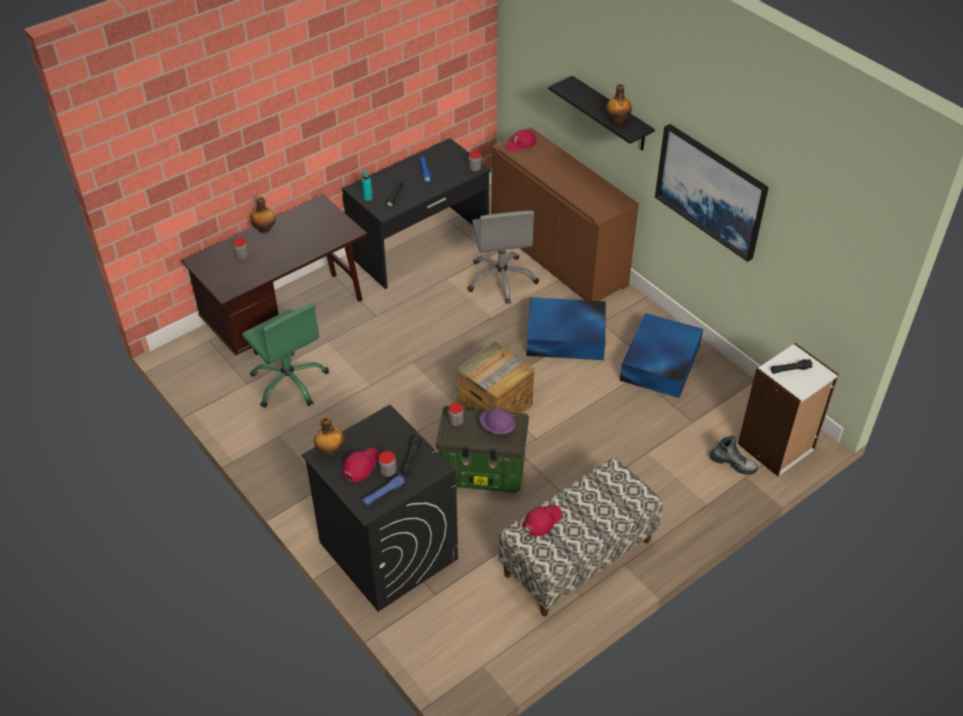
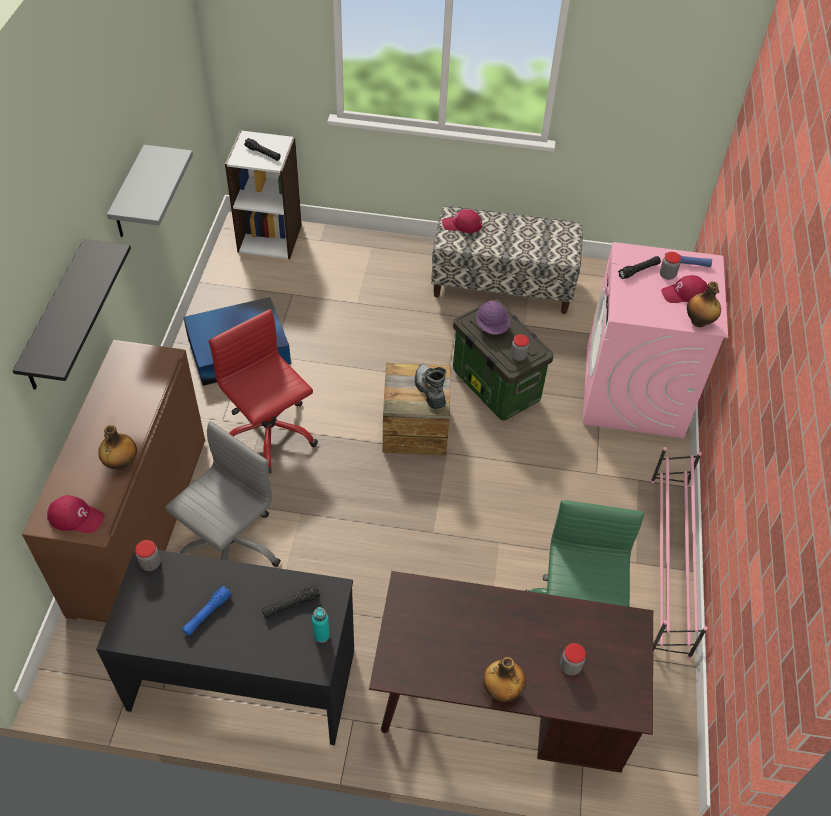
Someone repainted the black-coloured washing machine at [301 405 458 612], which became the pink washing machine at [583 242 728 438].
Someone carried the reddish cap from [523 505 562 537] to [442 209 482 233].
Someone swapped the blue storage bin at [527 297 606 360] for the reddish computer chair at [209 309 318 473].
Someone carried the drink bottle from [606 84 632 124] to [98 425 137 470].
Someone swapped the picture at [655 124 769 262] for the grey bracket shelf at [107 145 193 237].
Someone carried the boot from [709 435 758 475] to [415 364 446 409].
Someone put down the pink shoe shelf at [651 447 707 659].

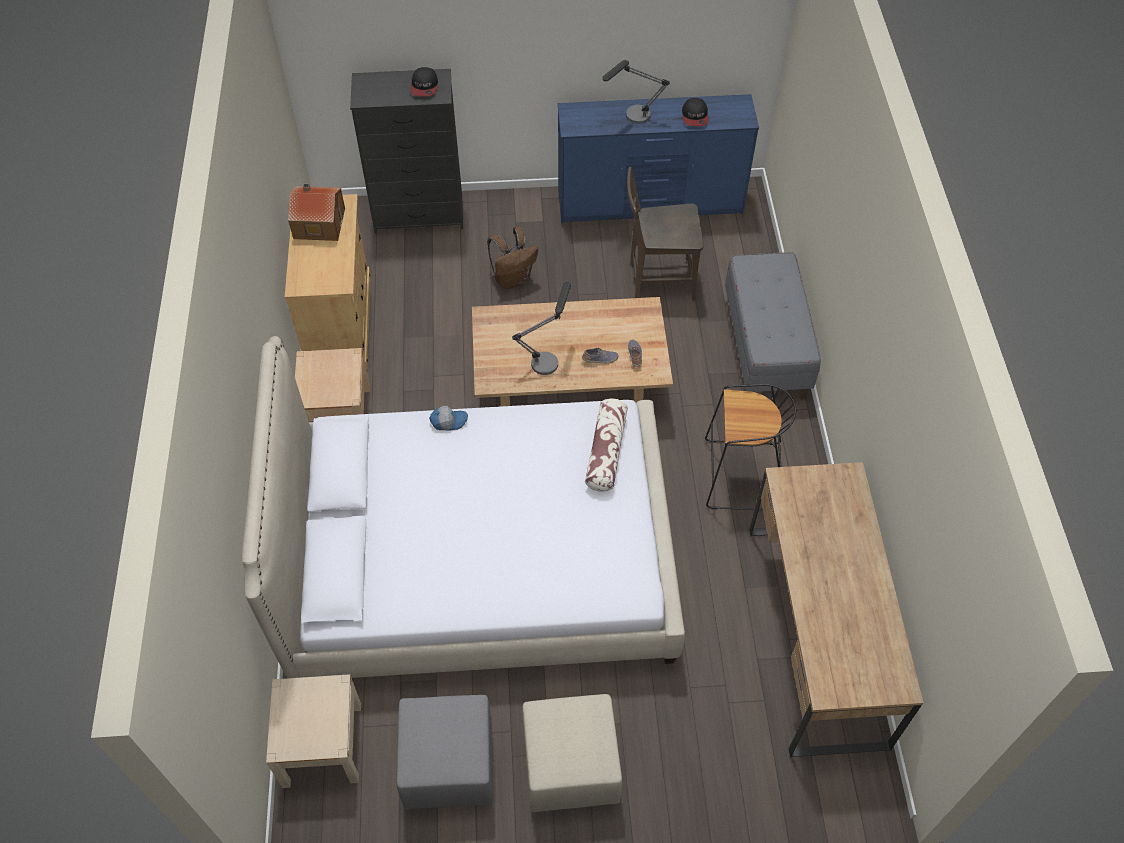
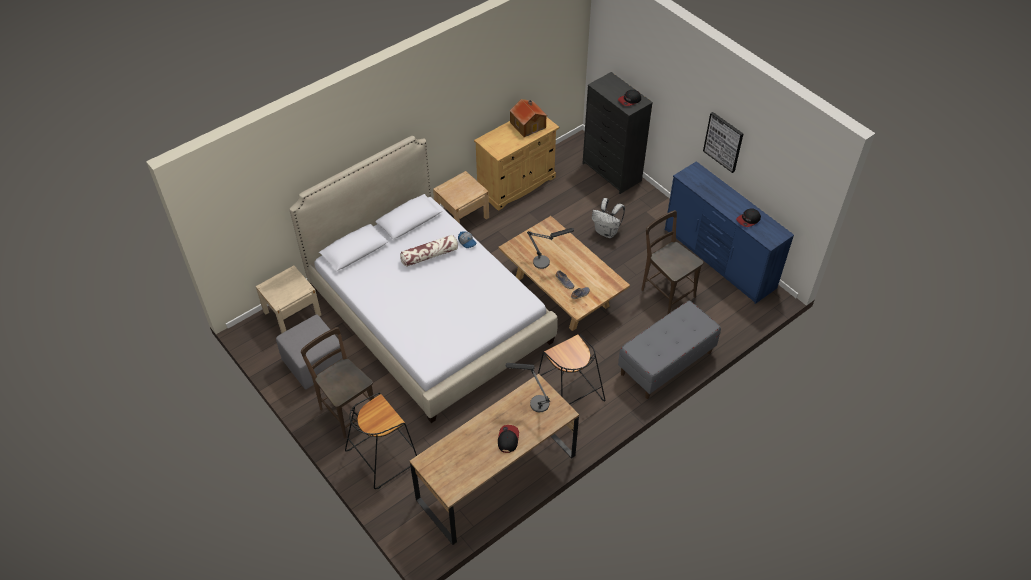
Someone repainted the brown-coloured backpack at [487 226 538 289], which became the white backpack at [592 198 625 238].
Someone swapped the sand-coloured footrest at [522 694 622 812] for the brown-coloured upright chair at [301 327 374 438].
Someone carried the cushion from [585 398 628 492] to [400 235 458 267].
Someone carried the table lamp from [602 60 670 124] to [505 363 550 412].
Someone put down the black-coloured sitting stool at [345 393 417 489].
Someone put down the cap at [498 425 519 453].
Someone put up the picture at [703 112 743 173].

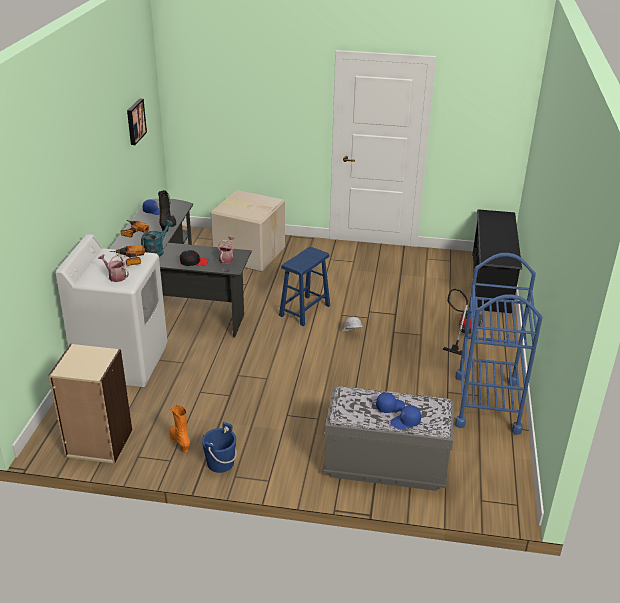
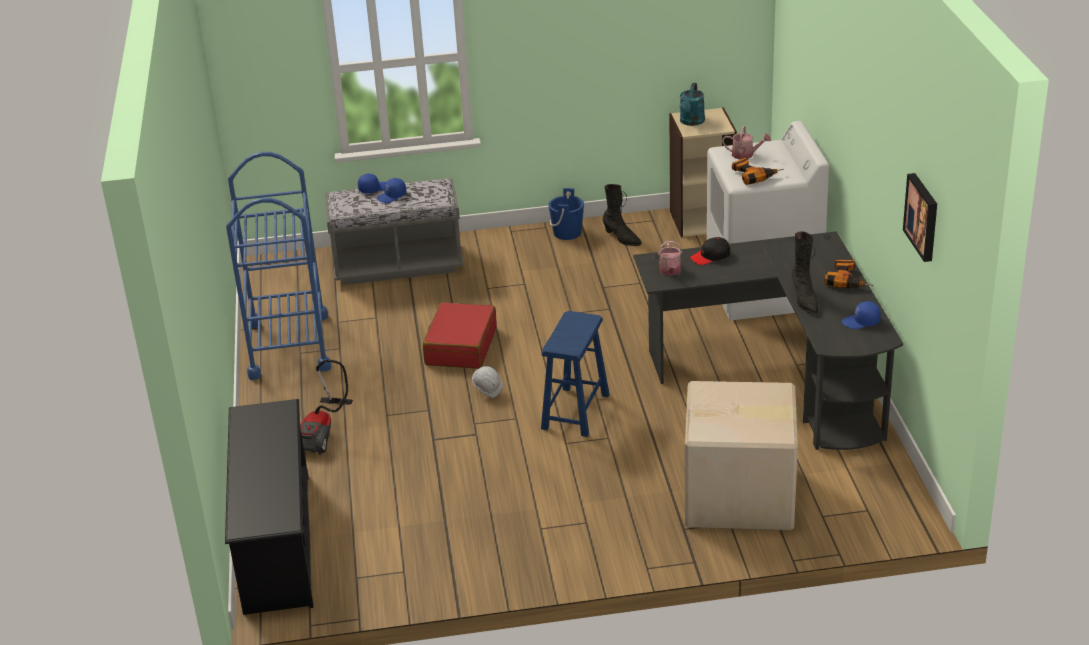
Someone carried the turquoise-coloured watering can from [141 220 173 257] to [680 83 705 126].
Someone repainted the orangey boot at [169 404 190 453], which became the black-coloured boot at [603 184 642 246].
Someone put down the reddish suitcase at [423 302 497 369].

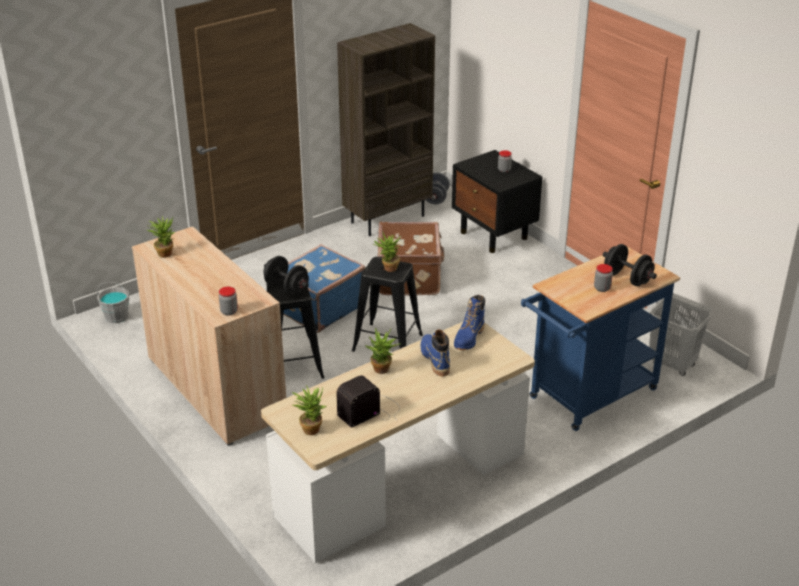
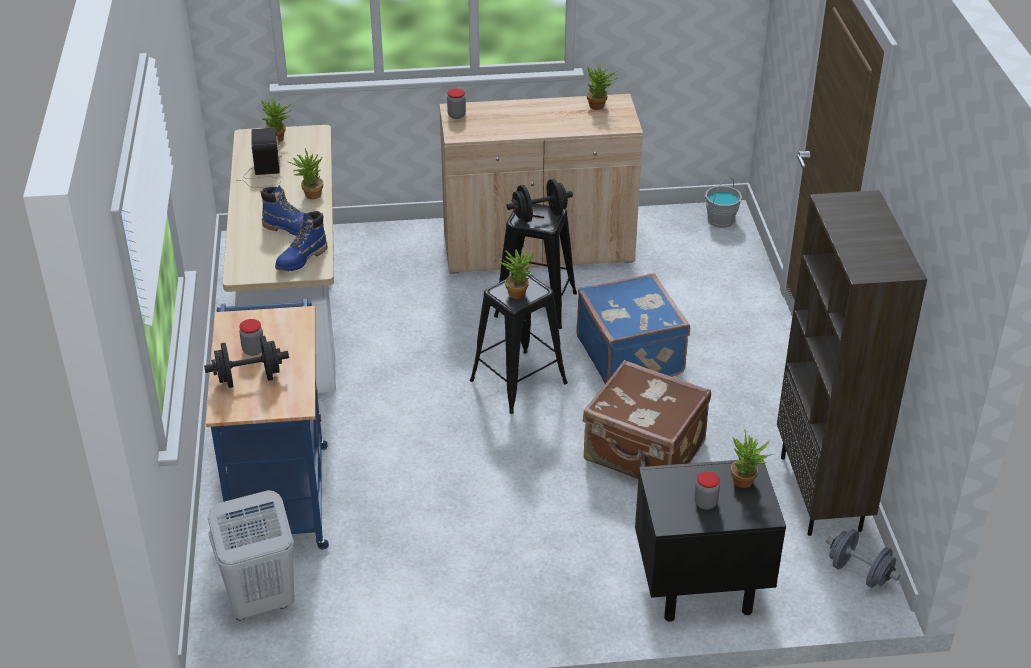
Someone rotated the blue boot at [454 295 485 350] by 105 degrees counterclockwise.
Someone put down the potted plant at [731 429 773 488].

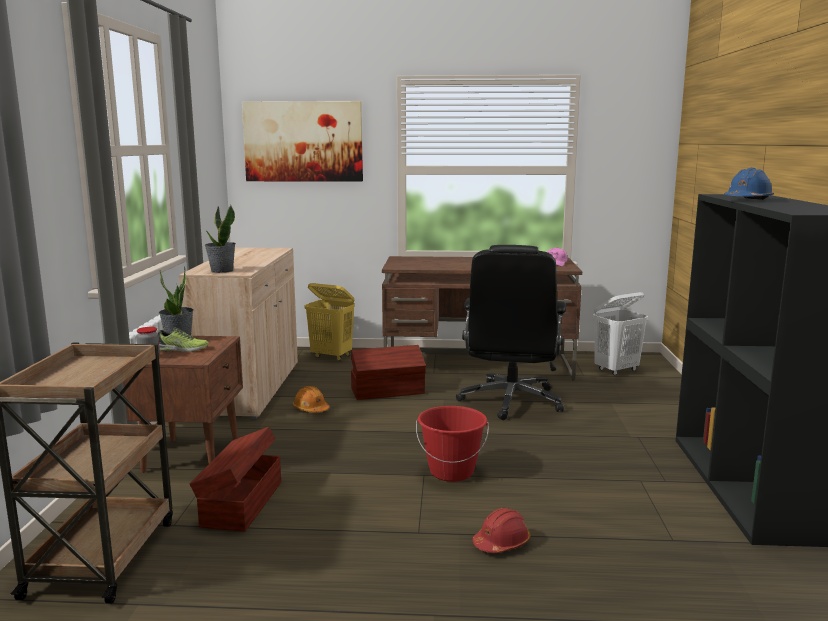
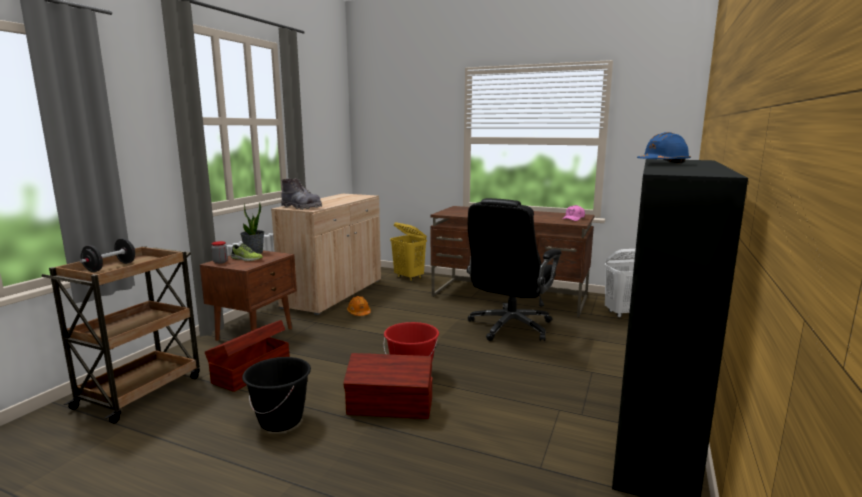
Someone swapped the potted plant at [205 205 236 273] for the grey boot at [281 178 322 210].
Someone took away the picture at [242 101 363 182].
Someone carried the brown-coloured storage bin from [351 345 426 400] to [343 353 433 419].
Someone took away the reddish safety helmet at [473 508 531 553].
Someone put down the black-coloured free weight at [80 238 135 272].
Someone put down the black-coloured pail at [242 357 311 432].

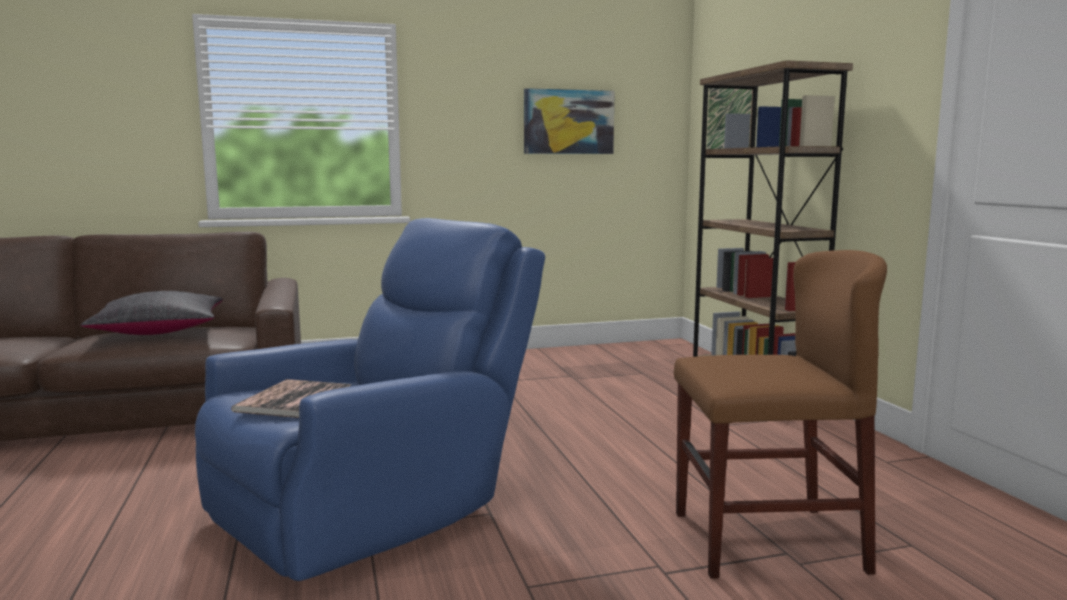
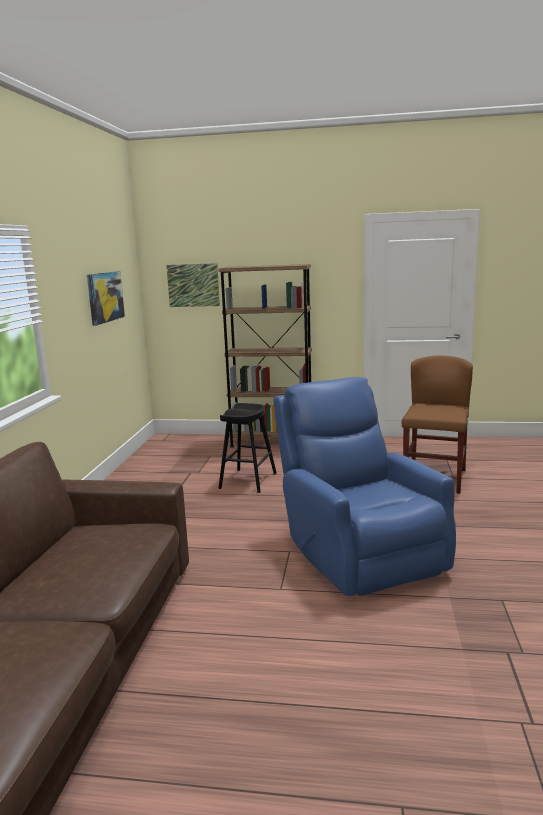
Someone took away the black-coloured cushion at [80 291 223 335].
Someone took away the book at [231 379 351 418].
Someone put down the black-coloured sitting stool at [219 403 277 493].

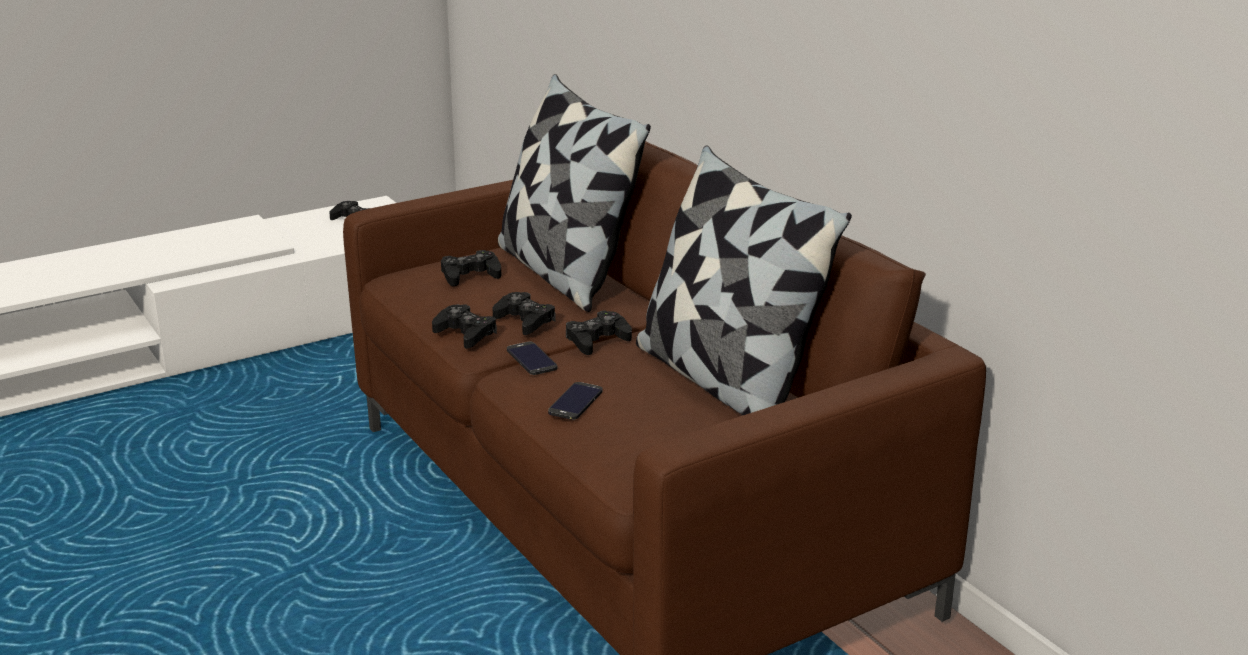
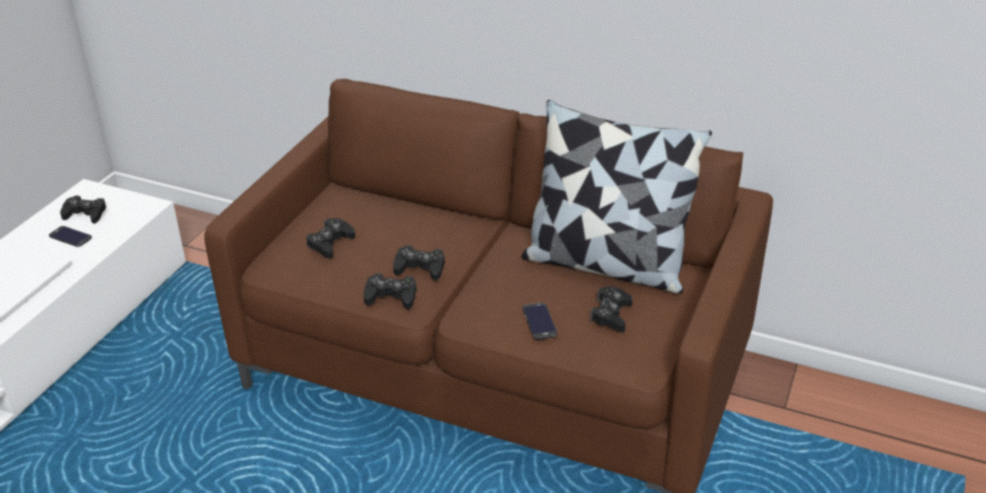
Someone took away the cushion at [498 74 651 312].
Someone carried the telephone from [507 342 557 375] to [49 226 92 247].
Someone carried the black-coloured game controller from [566 310 632 355] to [590 286 633 332].

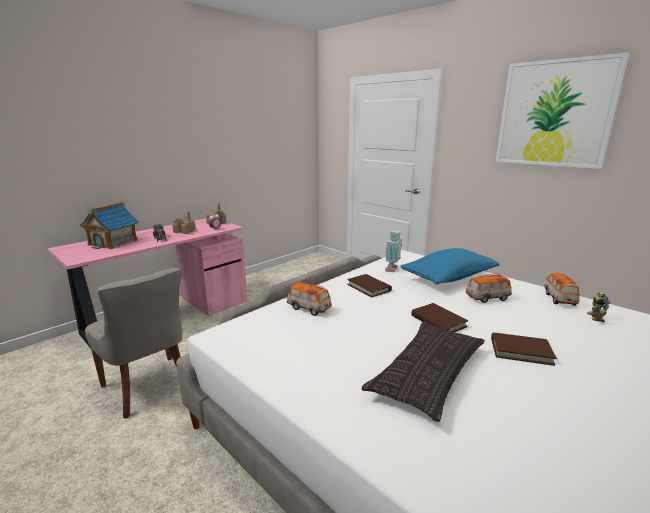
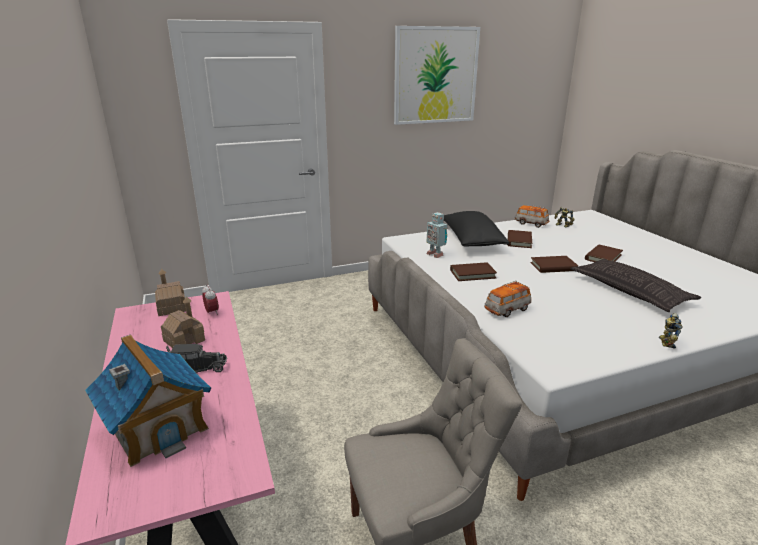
Someone repainted the blue cushion at [401 248 499 285], which became the black-coloured cushion at [444 211 509 247].
Someone swapped the model car at [466 273 512 303] for the brown-coloured book at [508 230 532 248].
Someone put down the toy robot at [659 313 683 349].

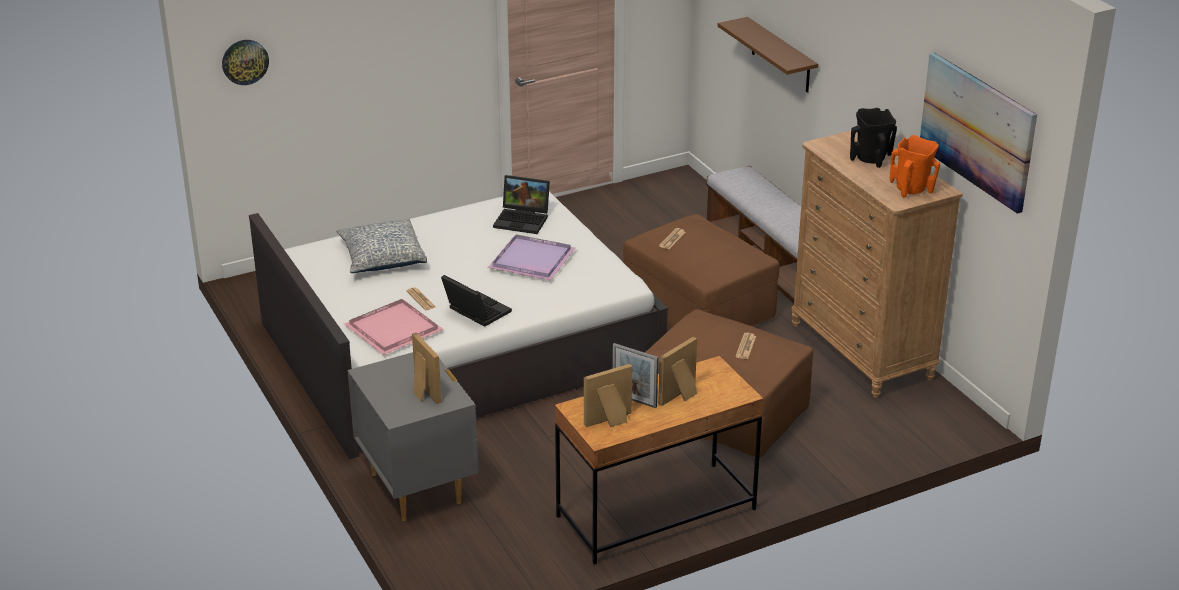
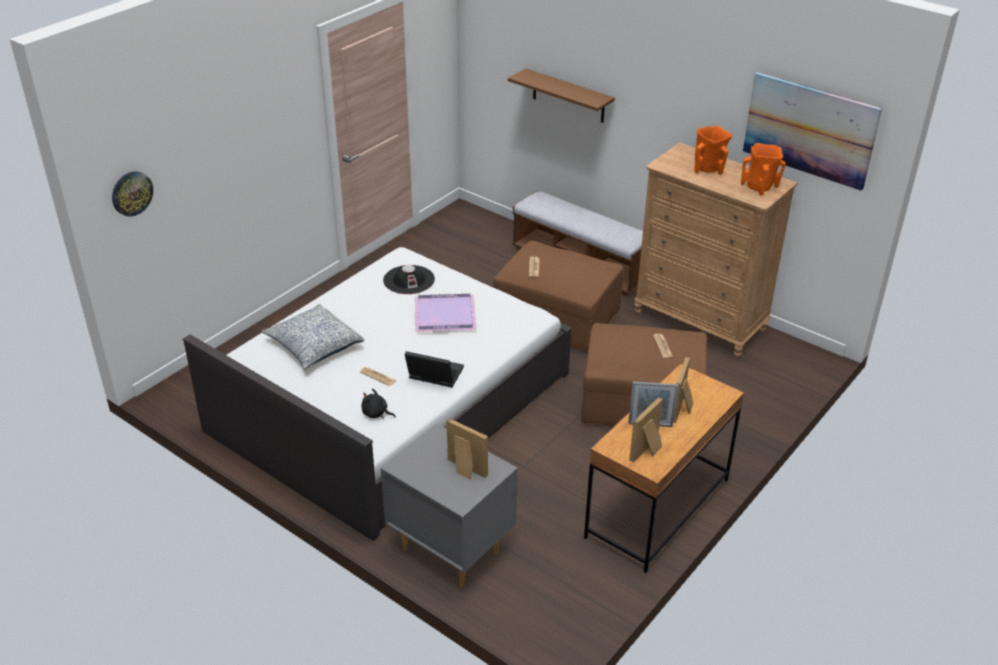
Someone swapped the pink serving tray at [344 299 444 355] for the black-coloured plush toy at [361 388 396 419].
Someone swapped the portable computer at [493 175 550 234] for the black-coloured wearable hat at [383 265 435 294].
Someone repainted the black-coloured flower vase at [850 108 897 168], which became the orangey flower vase at [694 125 732 175].

